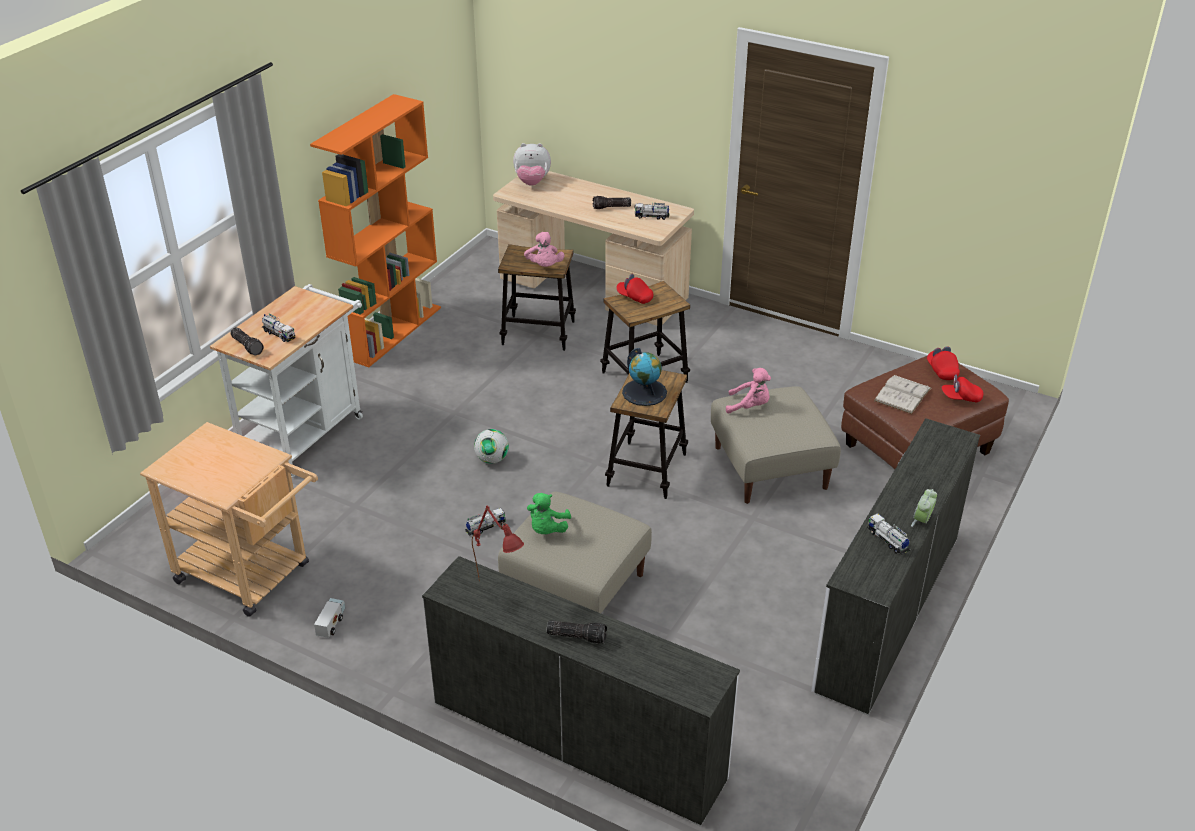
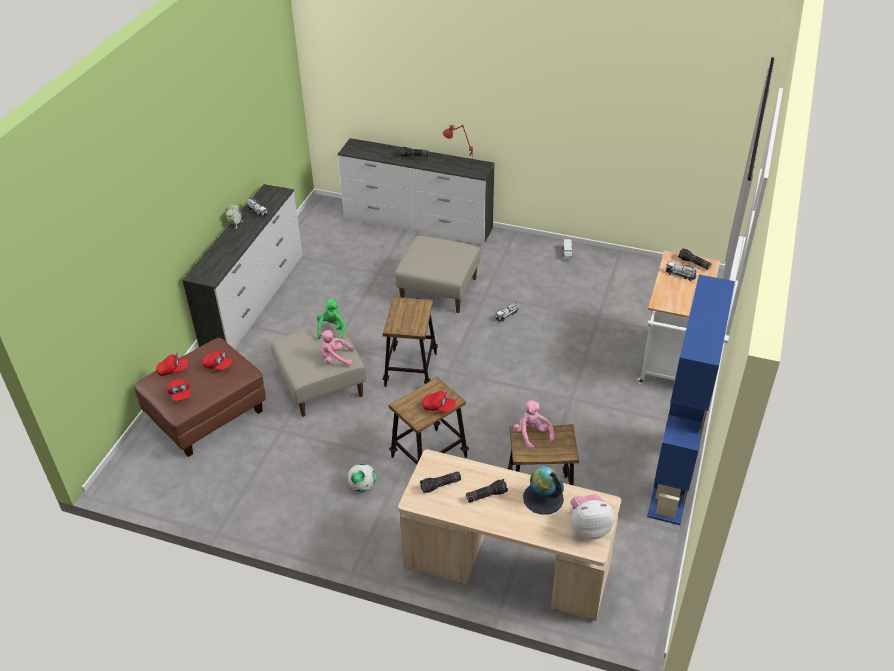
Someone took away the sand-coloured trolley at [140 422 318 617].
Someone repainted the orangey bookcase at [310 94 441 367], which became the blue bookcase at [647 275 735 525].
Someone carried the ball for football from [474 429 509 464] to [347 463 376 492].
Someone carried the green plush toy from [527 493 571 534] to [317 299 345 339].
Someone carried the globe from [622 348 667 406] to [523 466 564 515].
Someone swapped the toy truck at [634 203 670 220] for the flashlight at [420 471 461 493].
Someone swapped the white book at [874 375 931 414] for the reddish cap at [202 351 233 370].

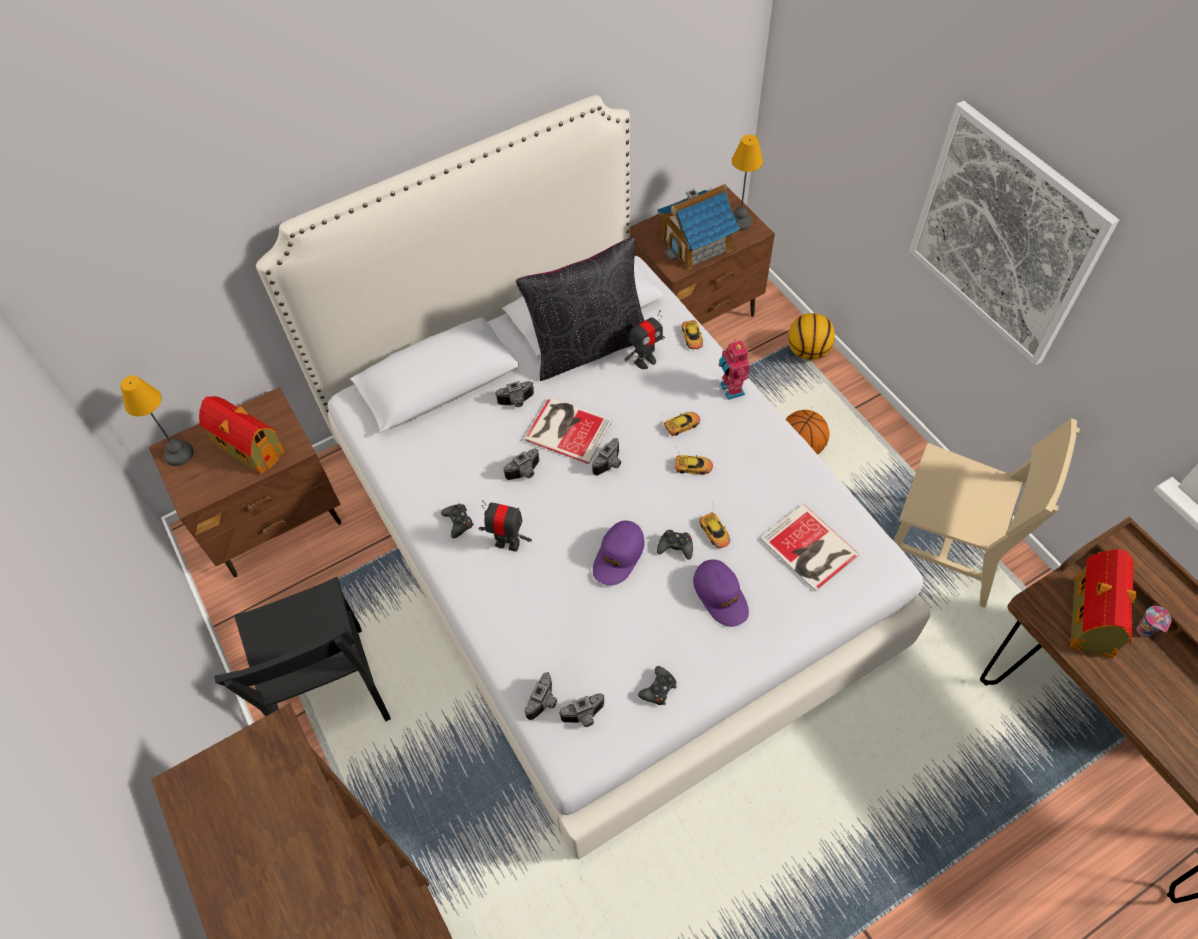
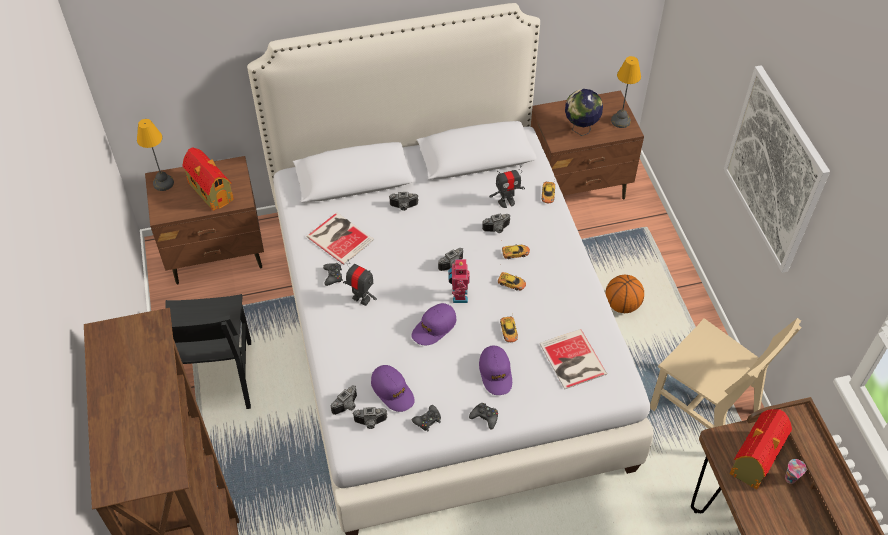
Someone carried the still camera from [503 448 539 480] to [482 213 511 233].
Someone took away the black-coloured cushion at [516 237 644 381].
Someone carried the book from [524 397 613 464] to [307 213 374 265].
Someone swapped the toy house at [657 184 740 270] for the globe at [565 89 603 136].
Someone carried the black-coloured game controller from [657 530 693 560] to [469 403 498 429].
Someone carried the toy robot from [718 339 750 400] to [449 257 470 303].
Someone took away the basketball ball at [788 313 835 360].
Someone put down the purplish cap at [371 365 415 412].

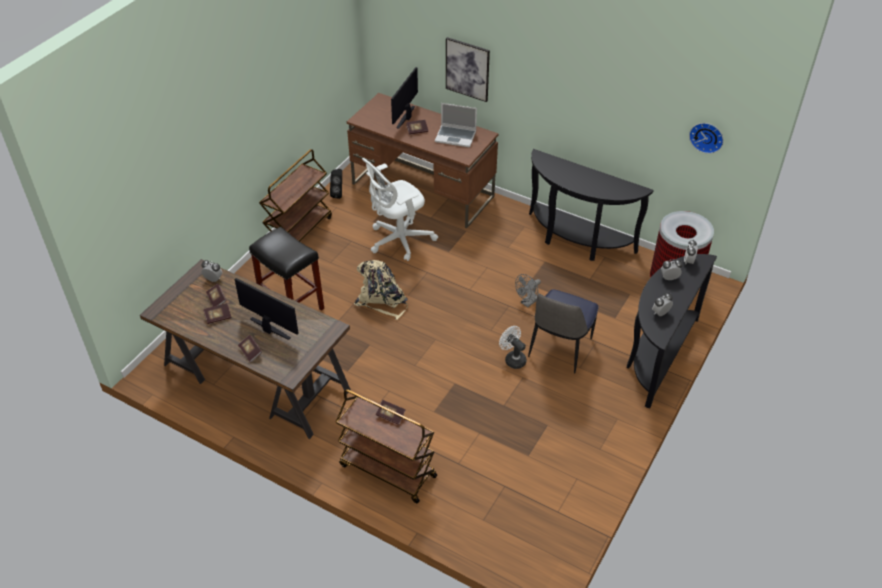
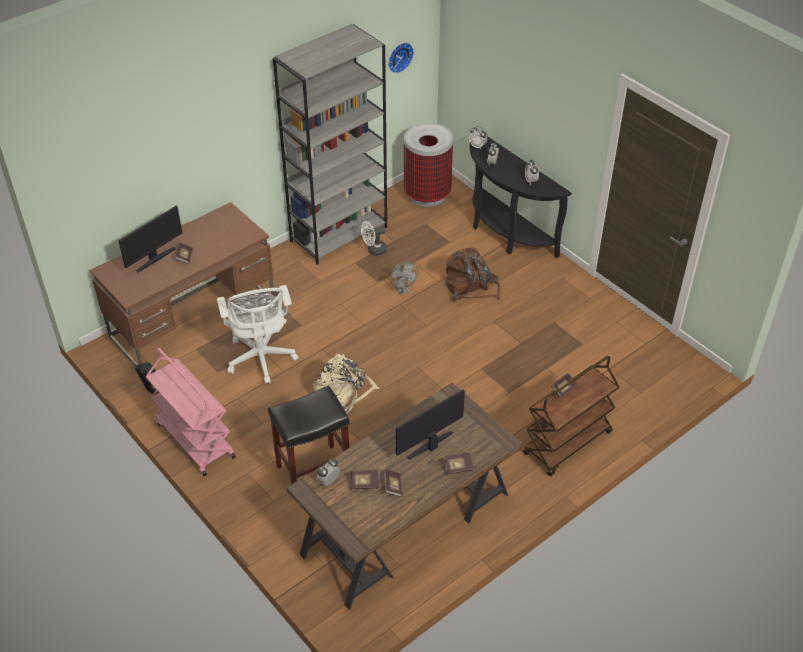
Someone repainted the brown-coloured trolley at [259 149 332 242], which became the pink trolley at [146 348 235 476].
Someone rotated the computer screen at [391 67 418 129] by 90 degrees counterclockwise.
Someone took away the portable computer at [435 103 477 147].
Someone took away the picture at [446 37 490 102].
Someone carried the white fan from [499 326 527 369] to [361 221 387 256].
Someone swapped the upright chair at [528 289 599 374] for the brown-coloured backpack at [446 247 500 301].
Someone swapped the black-coloured narrow table at [529 149 654 261] for the grey bookcase at [273 24 387 265].

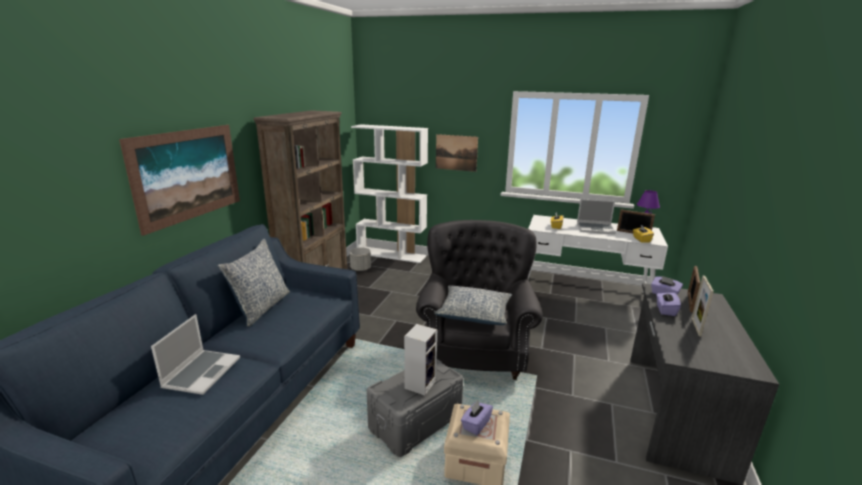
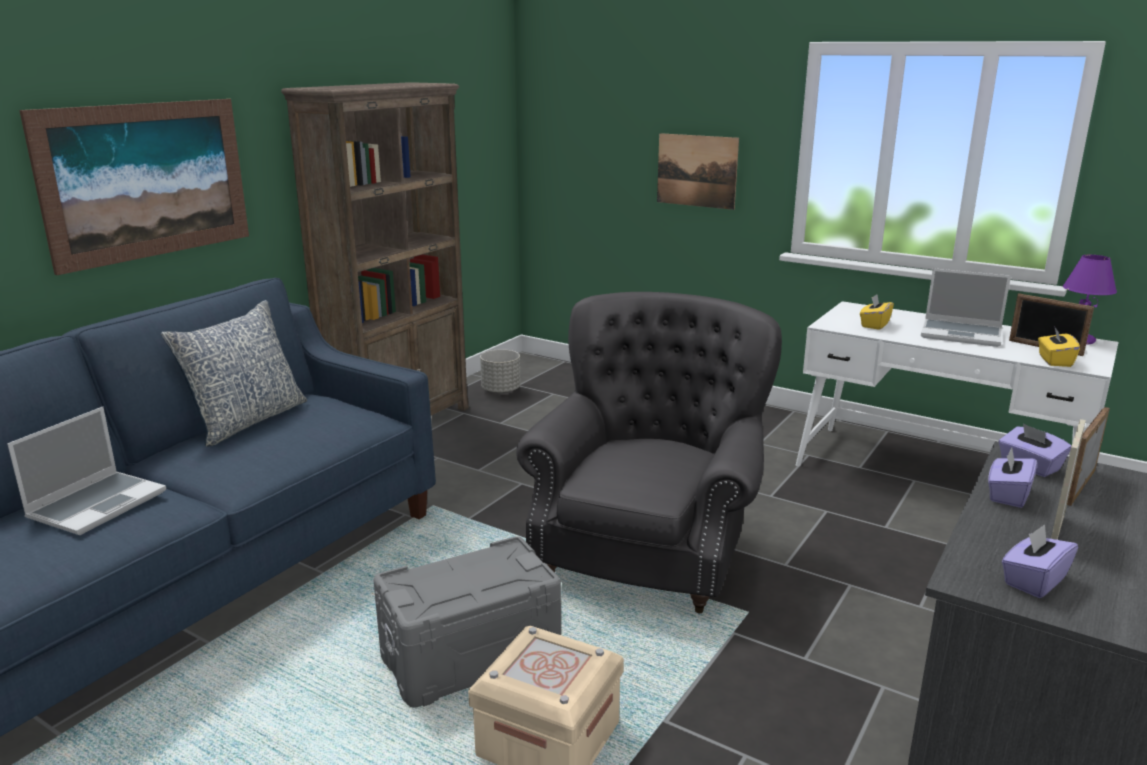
Someone took away the white bookcase at [351 124 428 263].
Someone took away the loudspeaker at [404 324 437 396].
Someone took away the cushion at [434 285 512 325].
Someone carried the purplish box of tissues from [461 400 493 435] to [1002 524 1078 598].

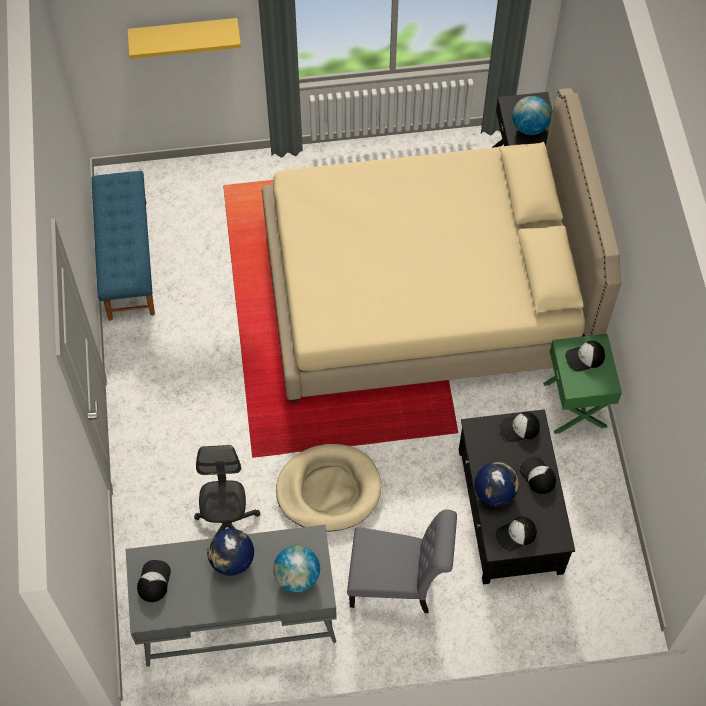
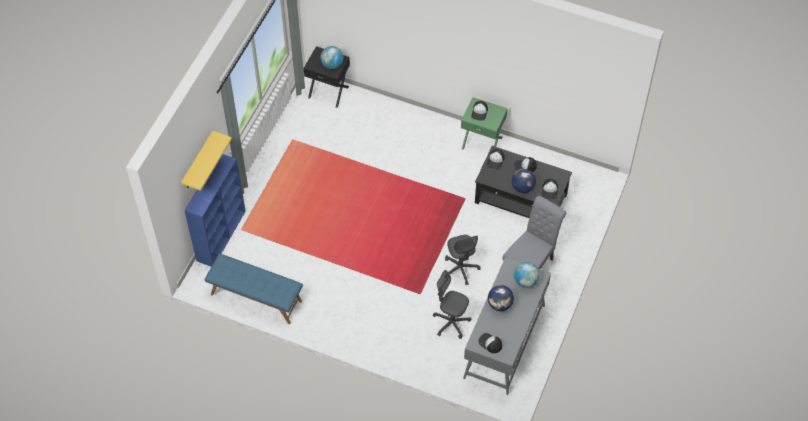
Someone took away the sand-coloured bed at [262 88 622 403].
Someone swapped the sand-coloured pet bed at [276 444 382 532] for the grey computer chair at [445 235 481 285].
Someone put down the blue bookcase at [184 154 246 267].

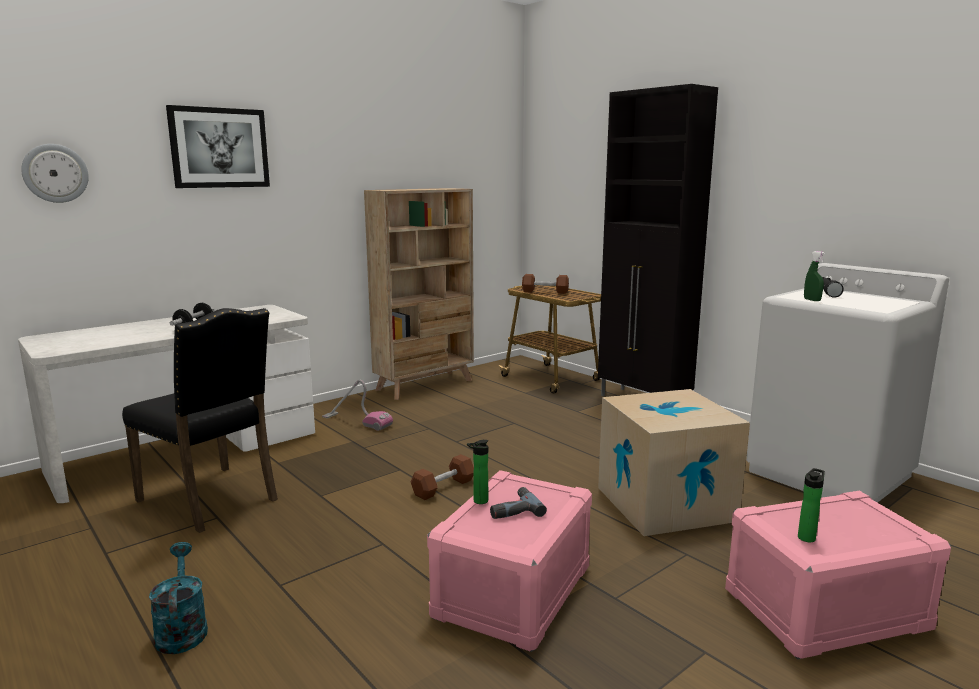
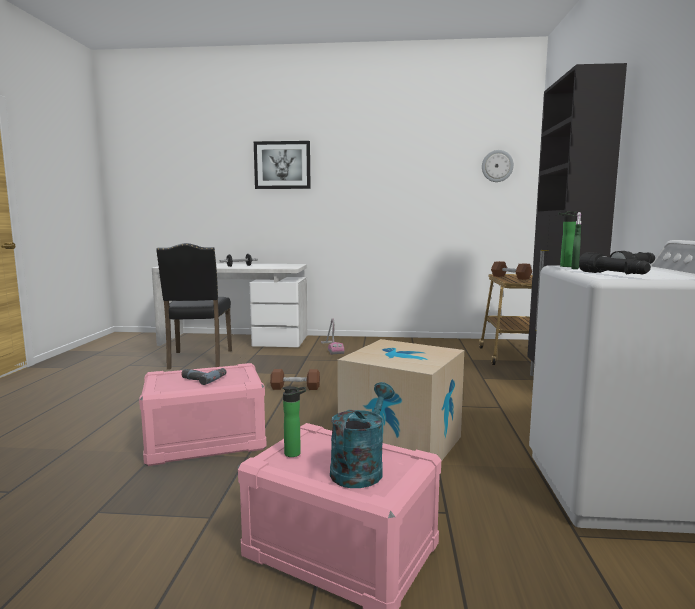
Someone carried the clock on the wall from [21 144 89 203] to [482 150 514 182].
Someone carried the turquoise-coloured watering can from [149 542 208 654] to [330 382 394 488].
Someone took away the sand-coloured bookcase at [364 188 474 400].
Someone carried the drink bottle from [467 440 488 504] to [558 211 578 267].
Someone put down the black-coloured flashlight at [579 252 651 274].

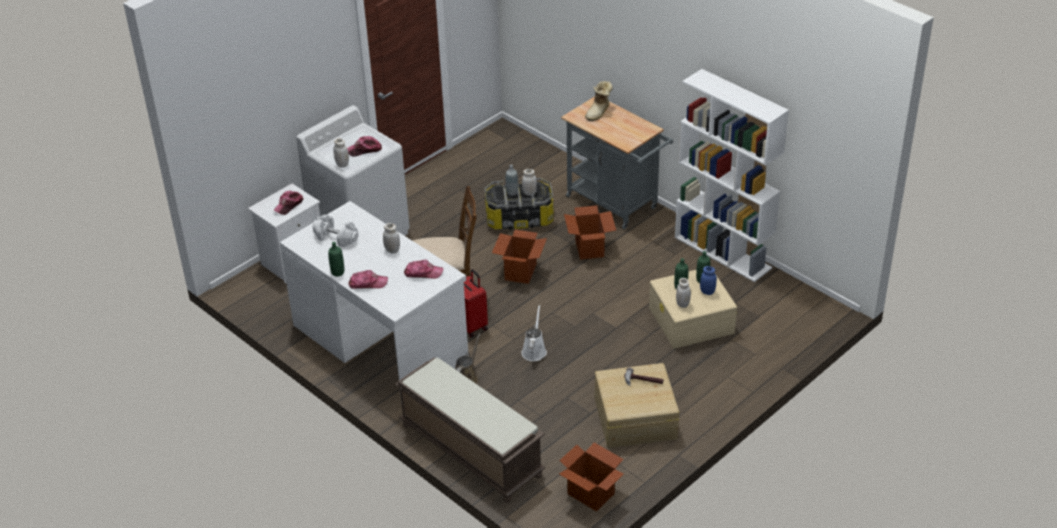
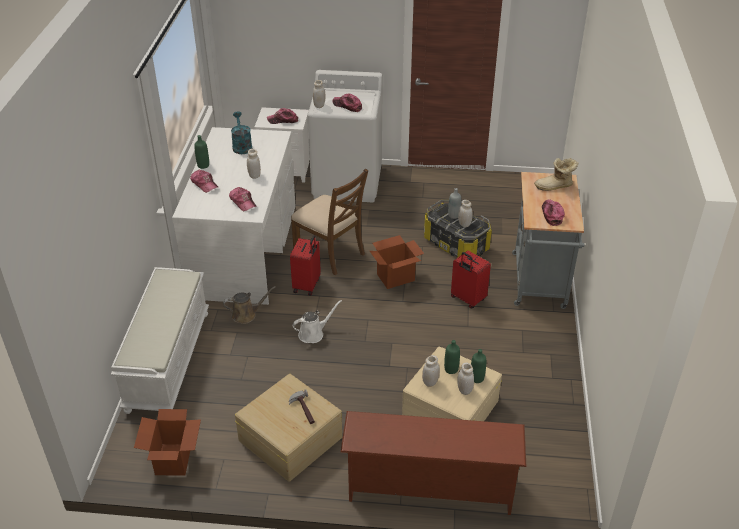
Someone swapped the white free weight at [312 215 358 247] for the turquoise-coloured watering can at [231 111 252 154].
Someone repainted the brown-coloured indoor bench at [395 357 545 502], which became the white indoor bench at [111 267 209 414].
Someone swapped the cardboard box at [564 205 616 260] for the reddish suitcase at [451 251 491 308].
Someone took away the white bookcase at [675 69 789 282].
Someone repainted the blue preserve jar at [700 266 717 295], which became the white preserve jar at [457 363 474 395].
Someone put down the brown-coloured shoe shelf at [340 411 526 515].
Someone put down the cap at [542 199 565 226].

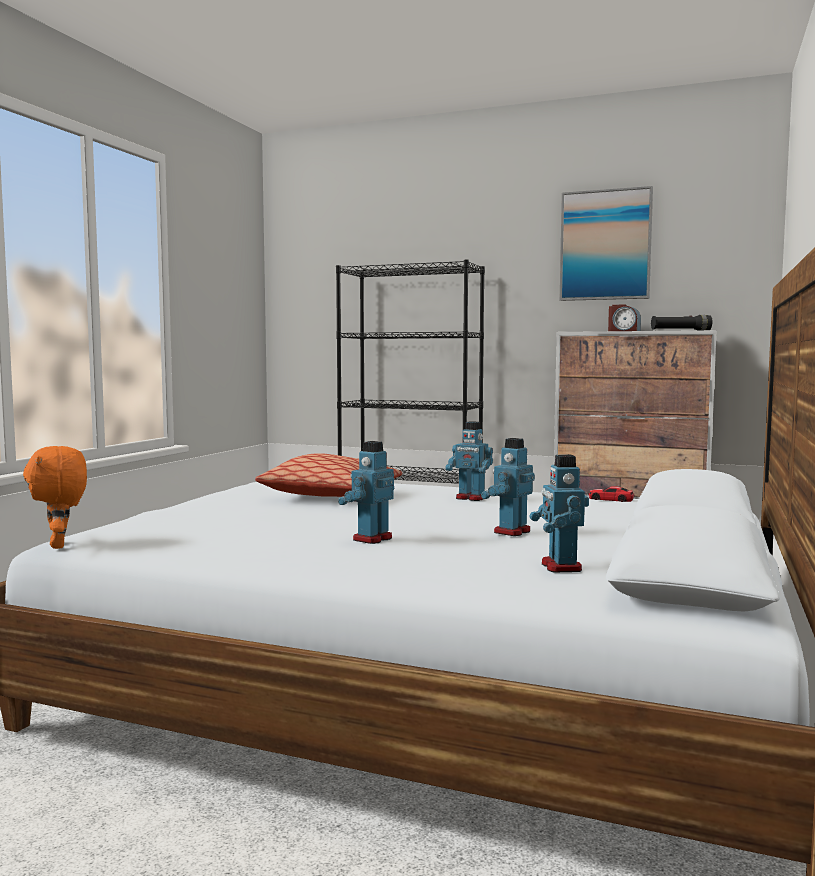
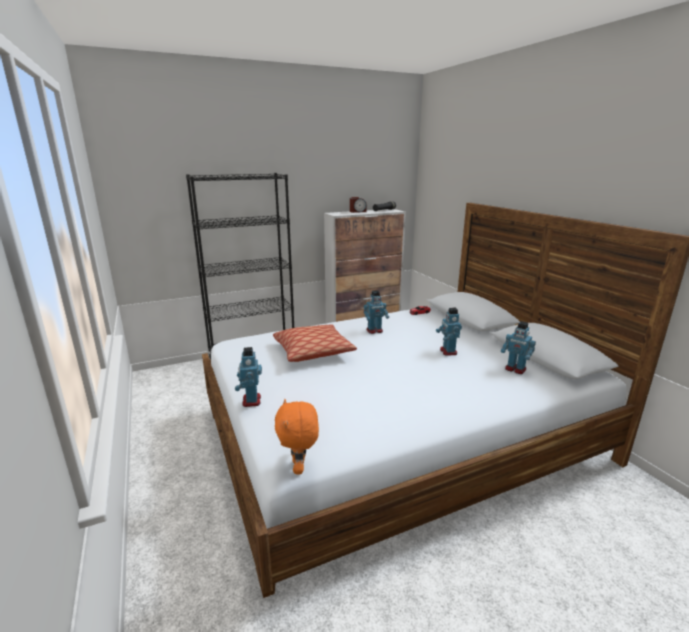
Someone rotated the orangey plush toy at [23 446 87 549] by 60 degrees clockwise.
Someone carried the toy robot from [338 441 394 544] to [235 347 262 407].
Someone took away the picture at [560 186 653 301].

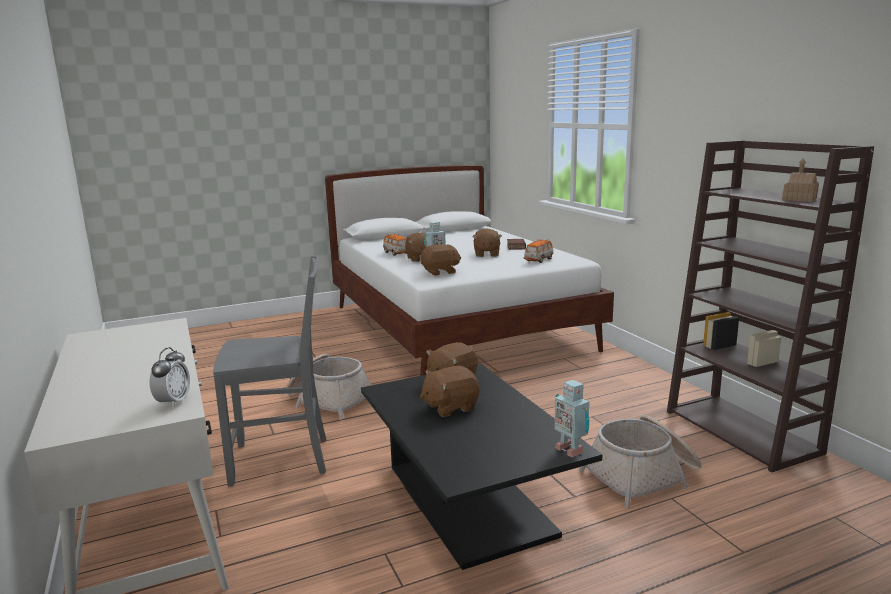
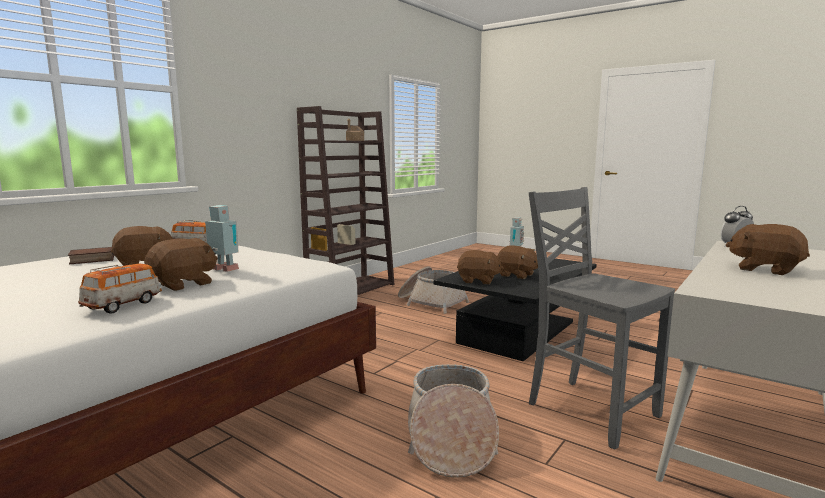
Someone carried the brown-coloured plush toy from [420 245 461 276] to [726 224 810 275].

